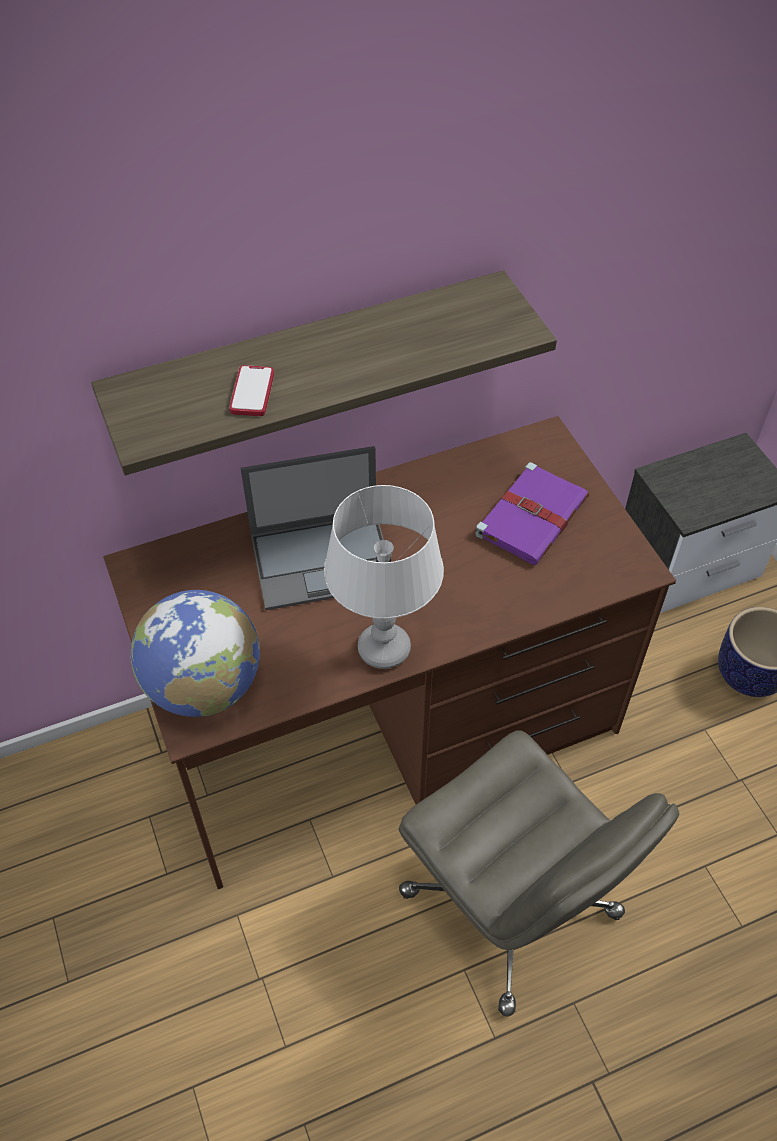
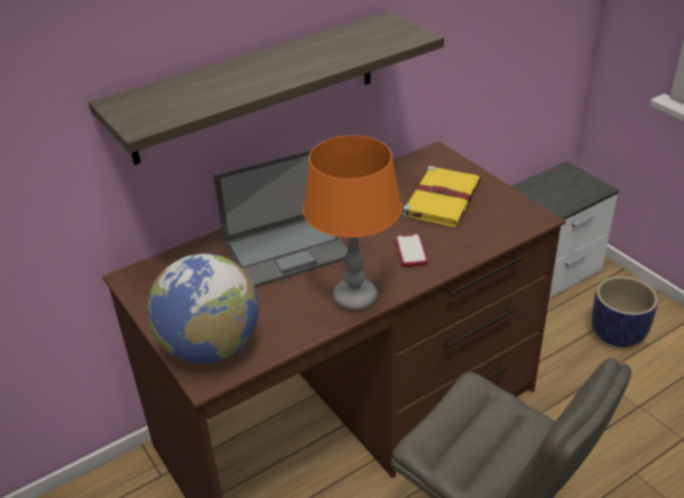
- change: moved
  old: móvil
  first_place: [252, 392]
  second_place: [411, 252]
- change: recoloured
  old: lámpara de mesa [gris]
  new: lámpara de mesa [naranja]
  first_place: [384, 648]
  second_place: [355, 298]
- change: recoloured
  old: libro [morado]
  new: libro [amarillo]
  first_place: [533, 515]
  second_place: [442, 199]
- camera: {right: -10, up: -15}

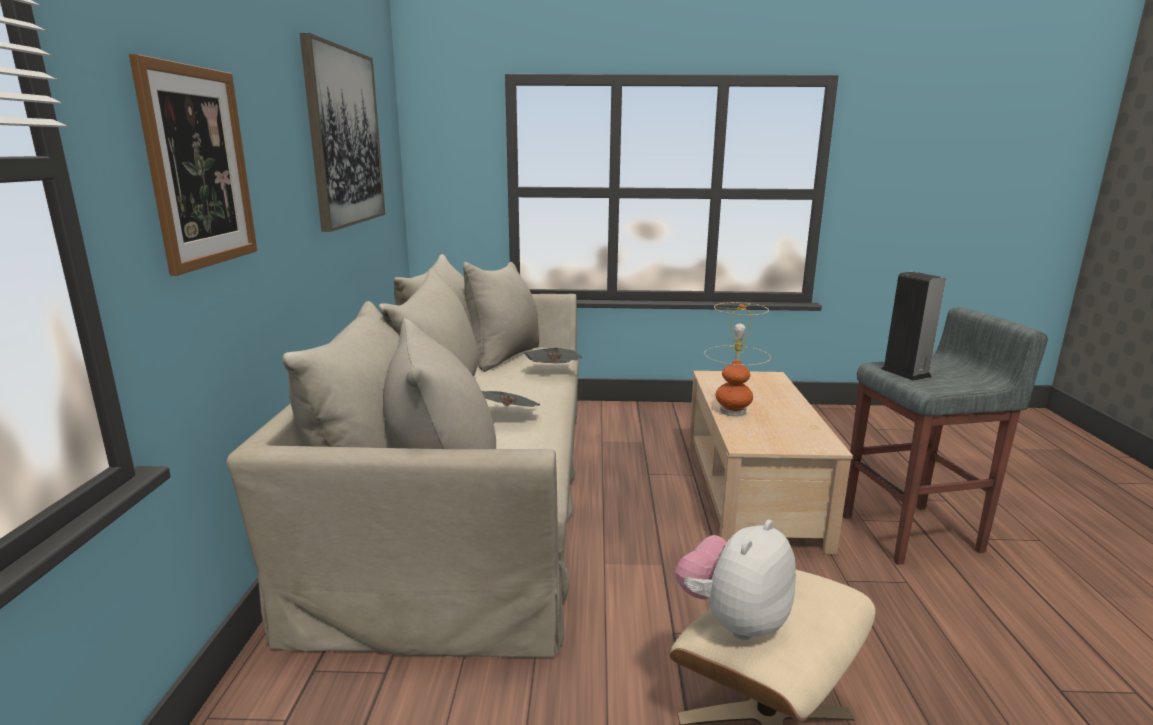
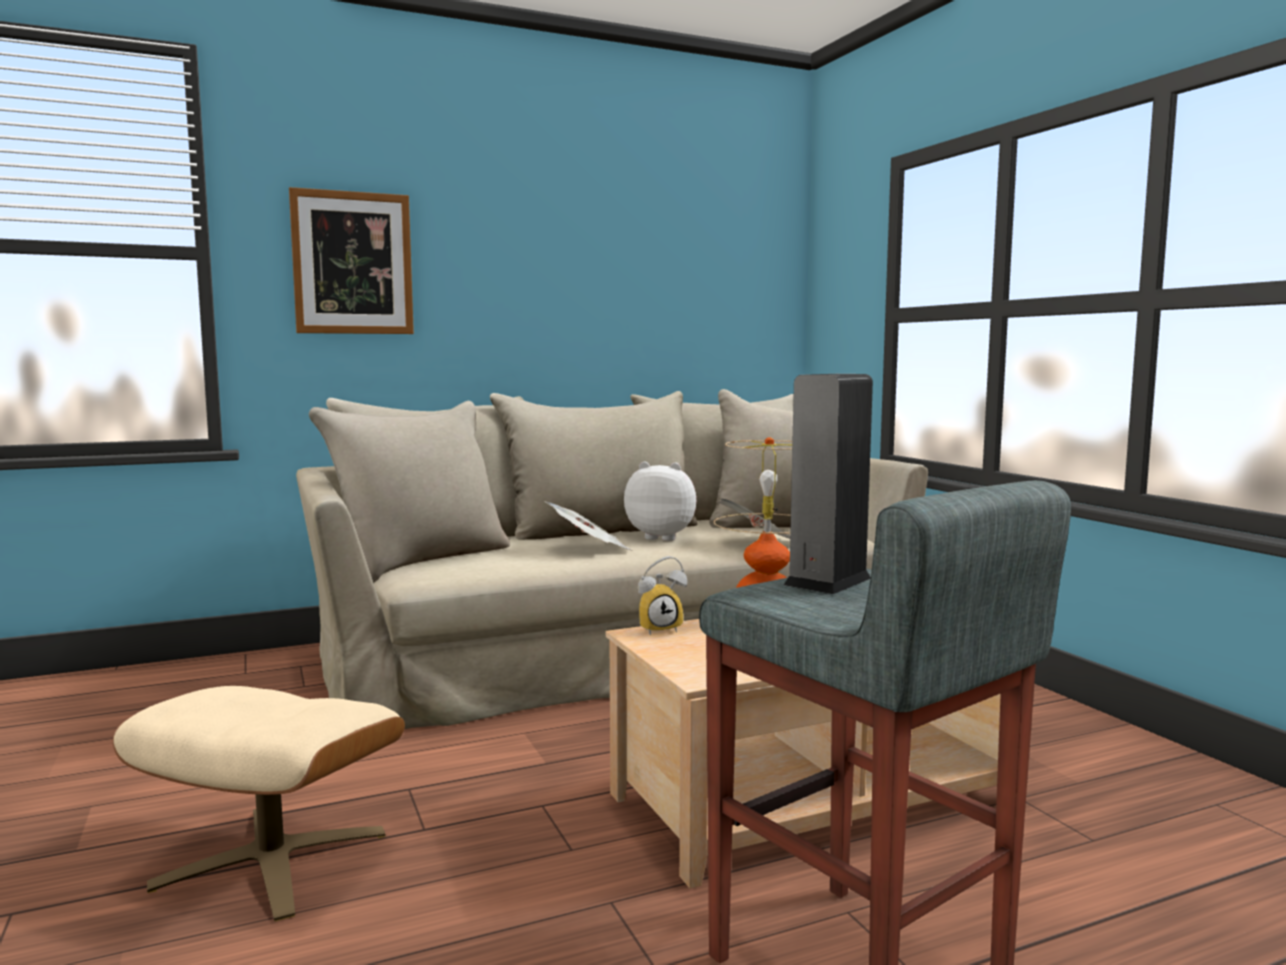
- change: removed
  old: cuadro
  first_place: [344, 138]
- change: moved
  old: peluche
  first_place: [733, 620]
  second_place: [662, 537]
- change: added
  new: despertador
  second_place: [659, 629]
- camera: {right: 65, up: -10}

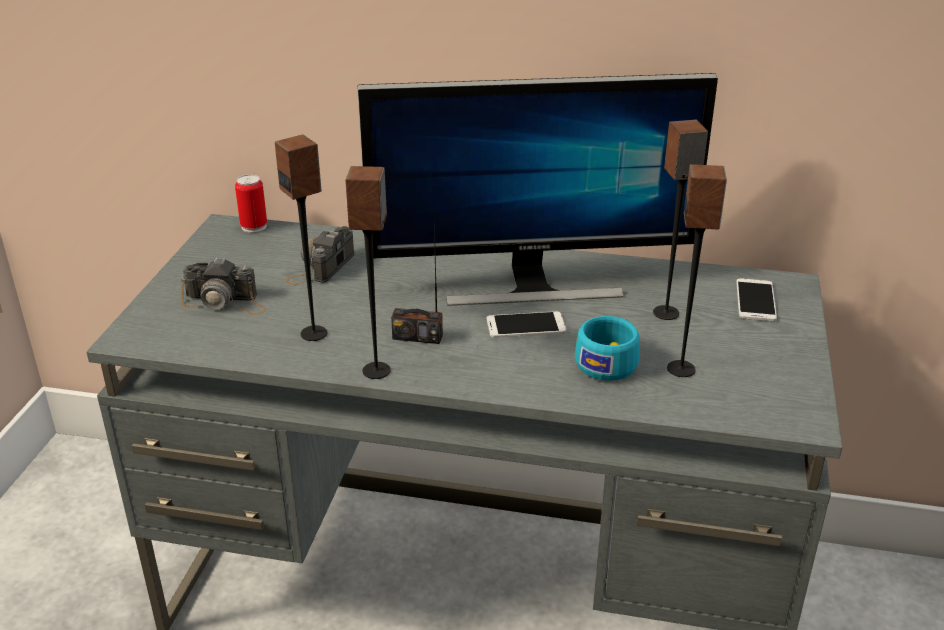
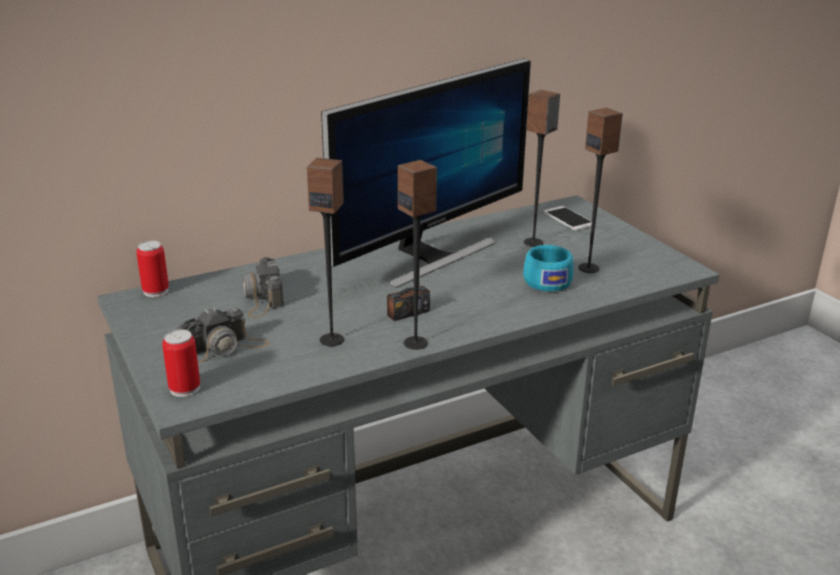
- change: removed
  old: móvil
  first_place: [526, 326]
- change: added
  new: lata
  second_place: [184, 388]
- camera: {right: -40, up: -5}

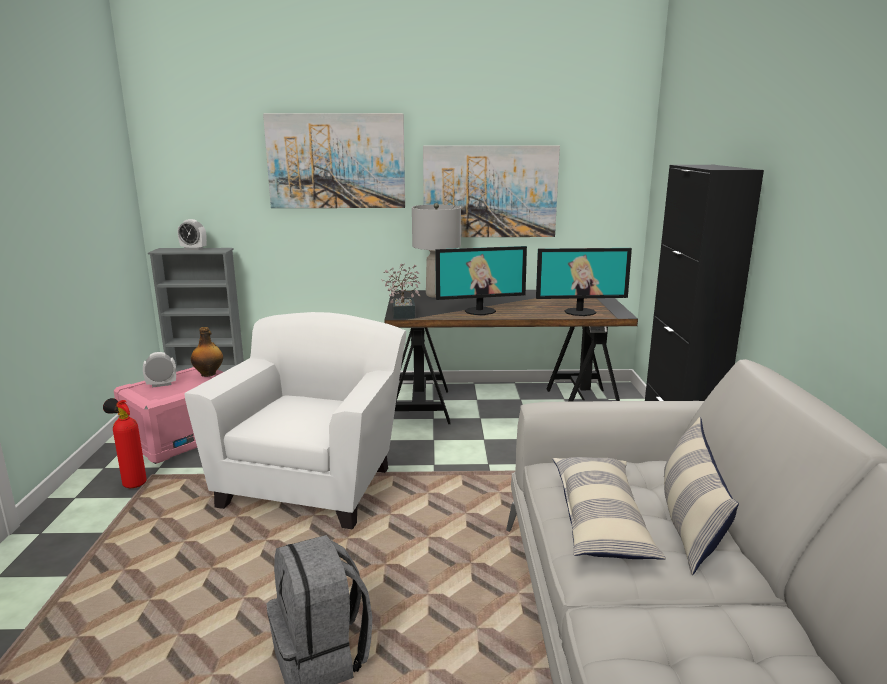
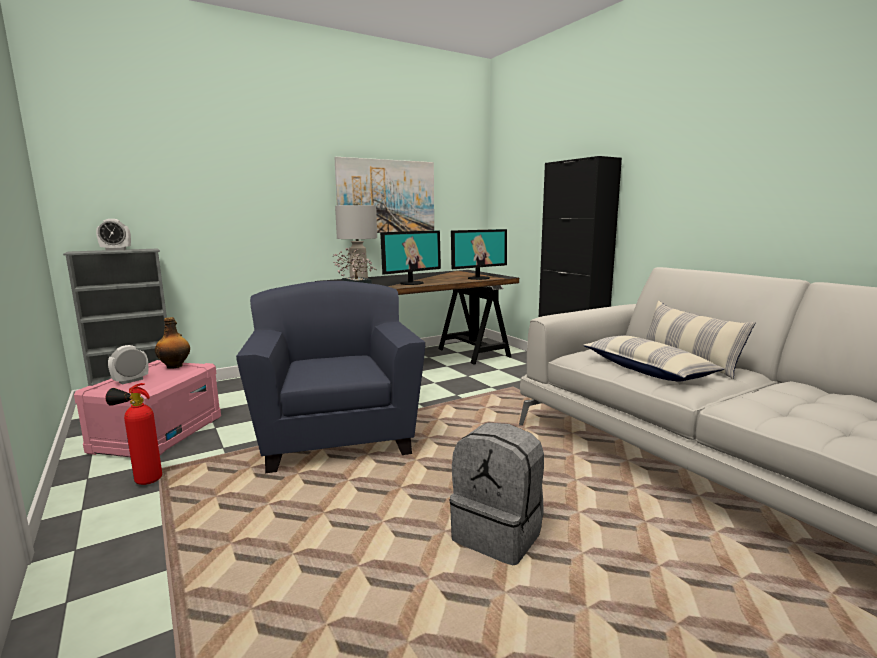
- change: recoloured
  old: sillón [blanco]
  new: sillón [azul]
  first_place: [313, 483]
  second_place: [336, 435]
- change: removed
  old: cuadro
  first_place: [336, 161]
- camera: {right: -30, up: -5}

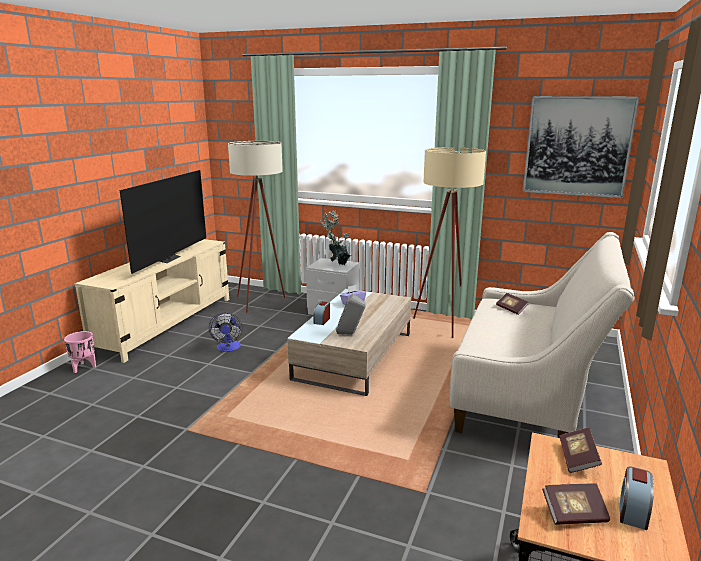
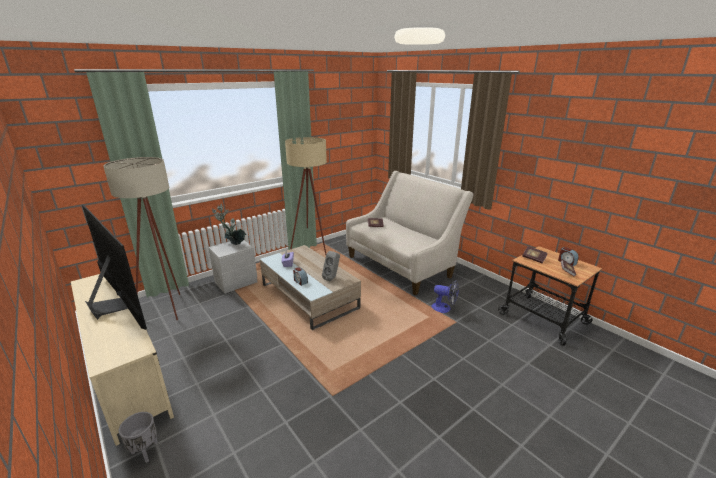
- change: recoloured
  old: maceta [rosa]
  new: maceta [gris]
  first_place: [84, 367]
  second_place: [145, 452]
- change: moved
  old: ventilador
  first_place: [228, 348]
  second_place: [444, 308]
- change: removed
  old: cuadro
  first_place: [577, 146]
- camera: {right: -60, up: 5}

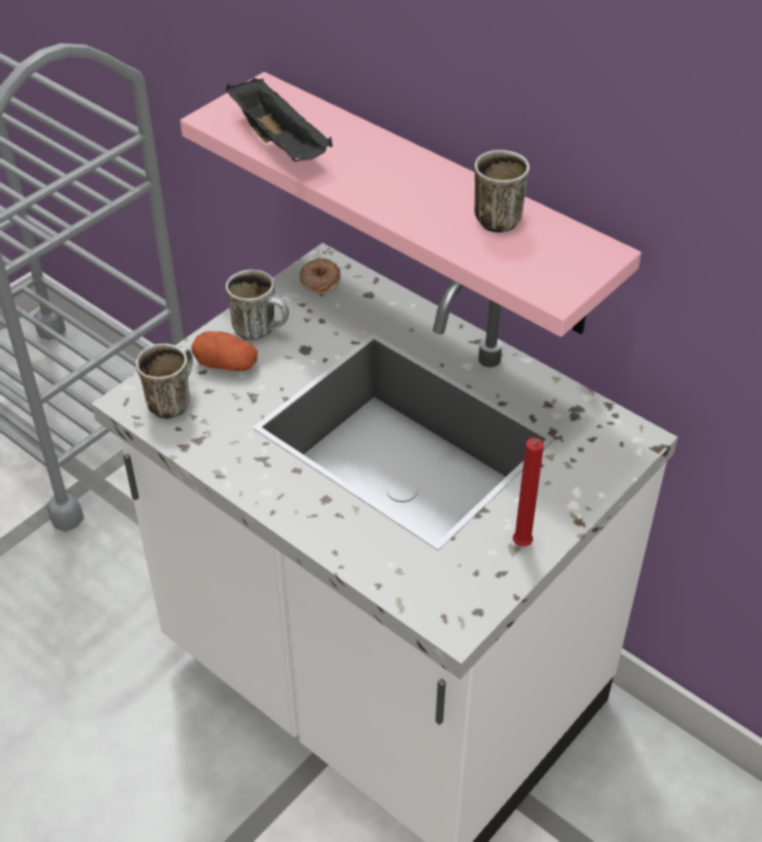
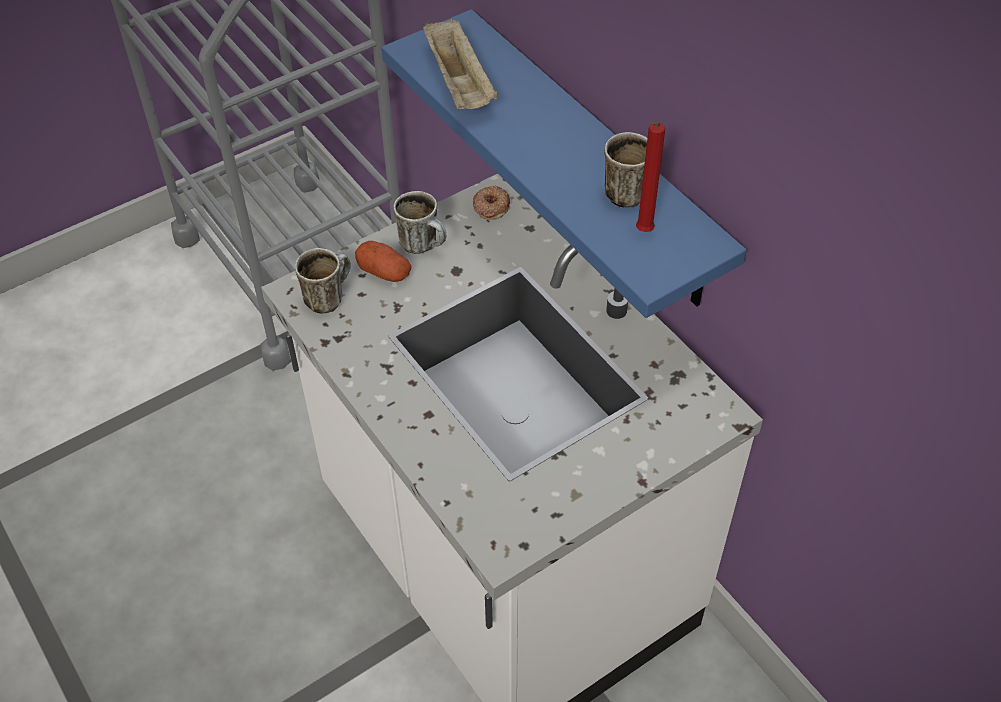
- change: recoloured
  old: estante [rosa]
  new: estante [azul]
  first_place: [435, 205]
  second_place: [593, 161]
- change: recoloured
  old: bandeja [negro]
  new: bandeja [beis]
  first_place: [280, 143]
  second_place: [460, 84]
- change: moved
  old: vela [rojo]
  first_place: [521, 546]
  second_place: [642, 233]
- camera: {right: 15, up: 5}

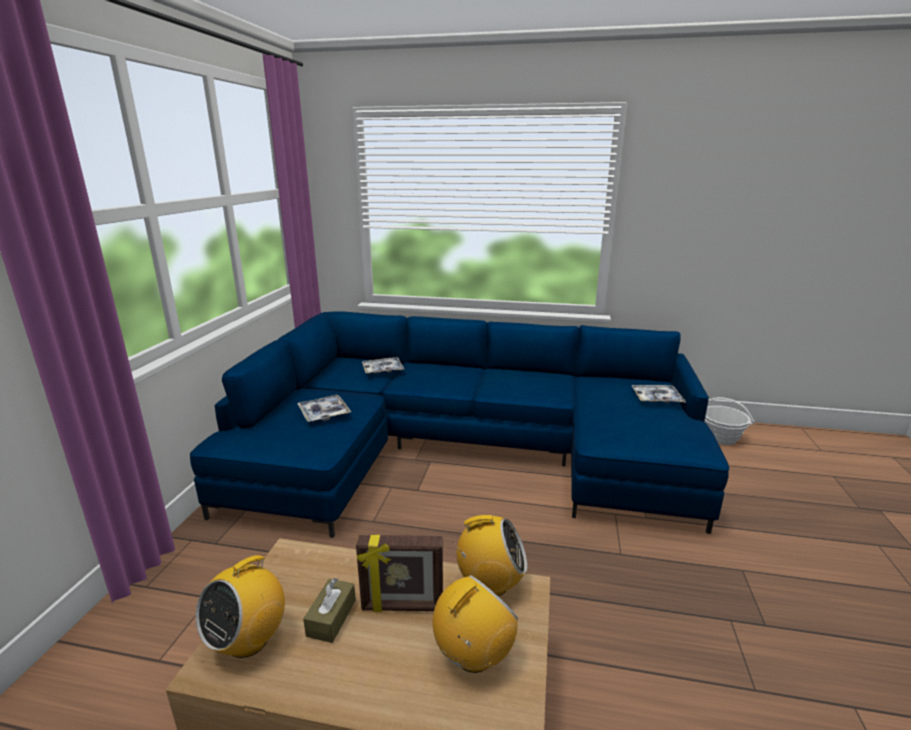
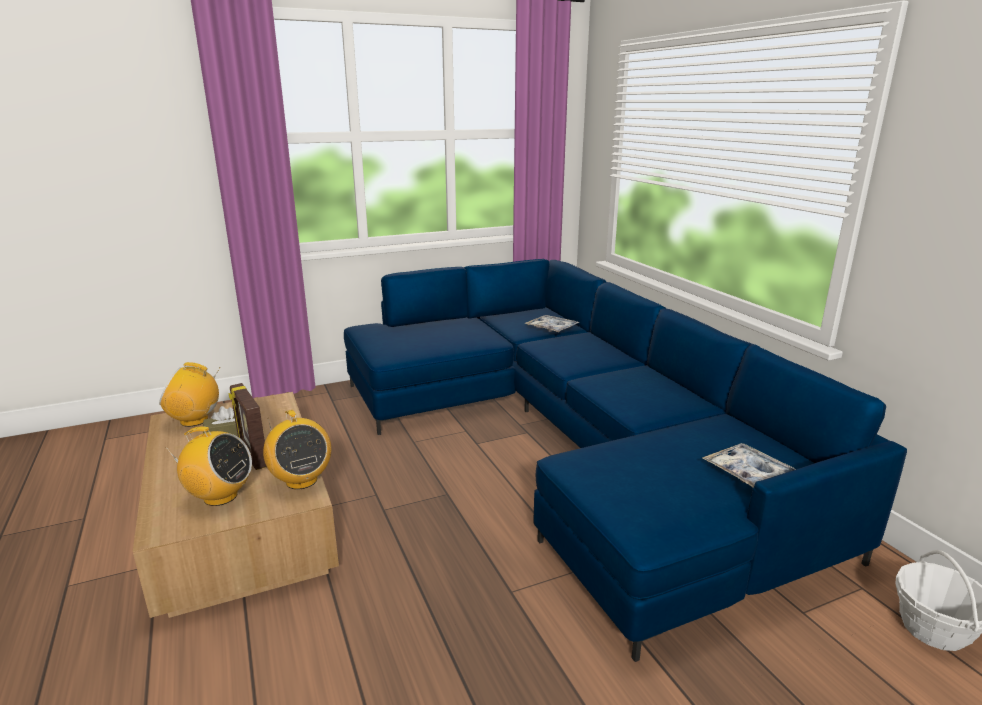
- change: removed
  old: bandeja
  first_place: [324, 413]
- camera: {right: 55, up: 0}

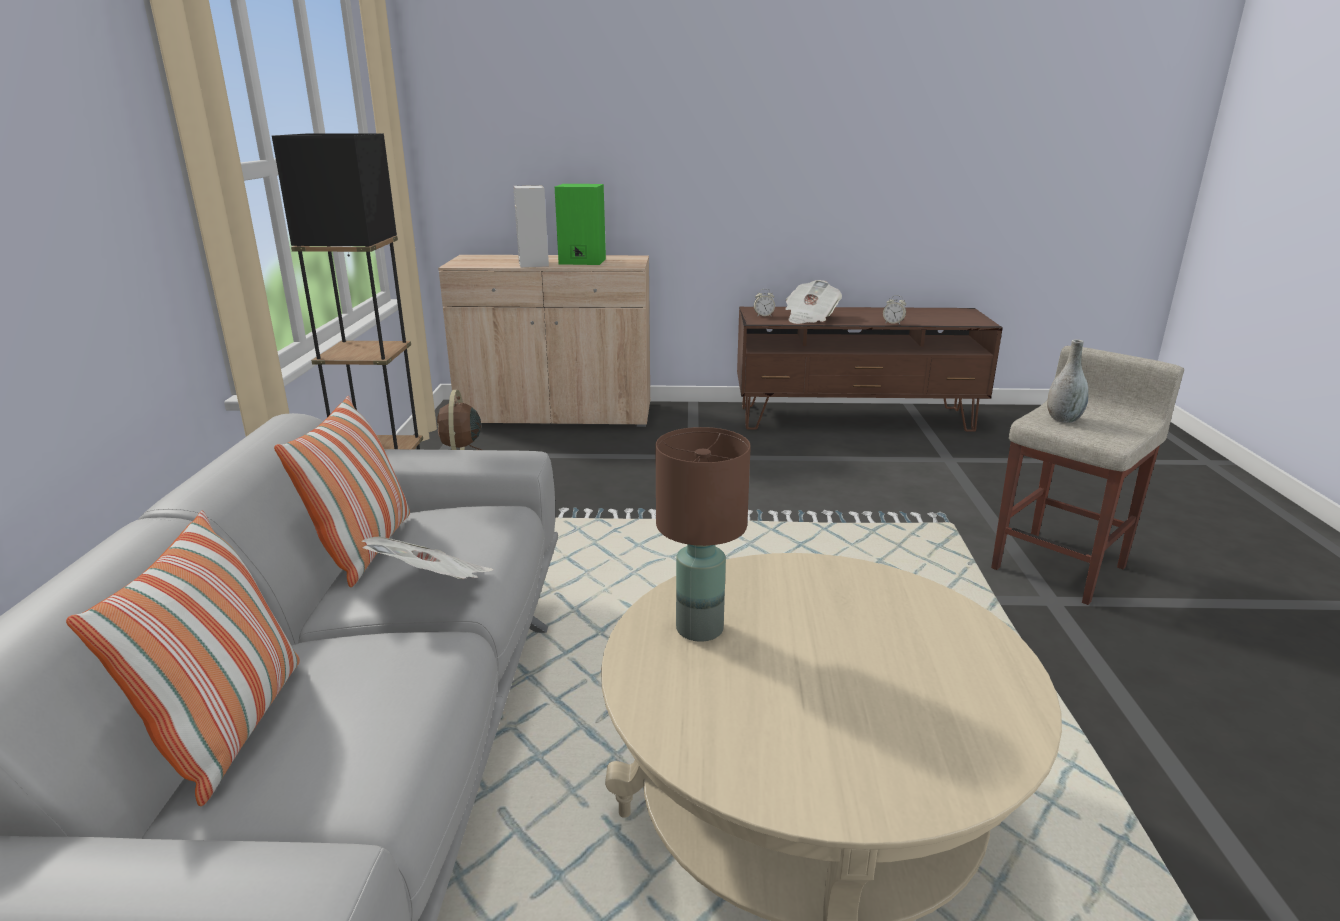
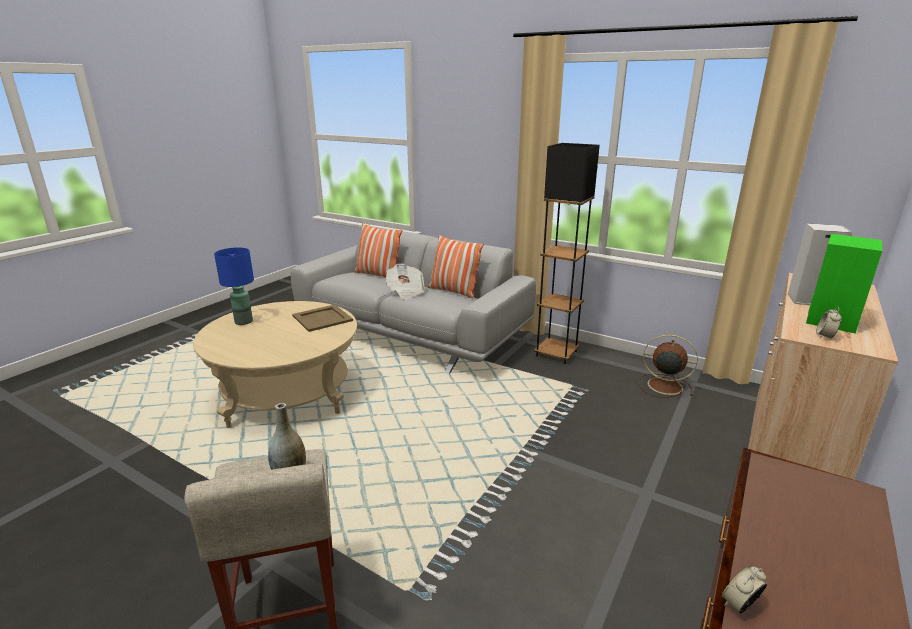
- change: replaced
  old: lámpara de mesa [marrón]
  new: bandeja [beis]
  first_place: [700, 629]
  second_place: [322, 318]
- change: moved
  old: despertador
  first_place: [763, 316]
  second_place: [825, 336]
- change: removed
  old: periódico
  first_place: [809, 318]
- change: added
  new: lámpara de mesa [azul]
  second_place: [243, 322]
- camera: {right: 120, up: 0}

